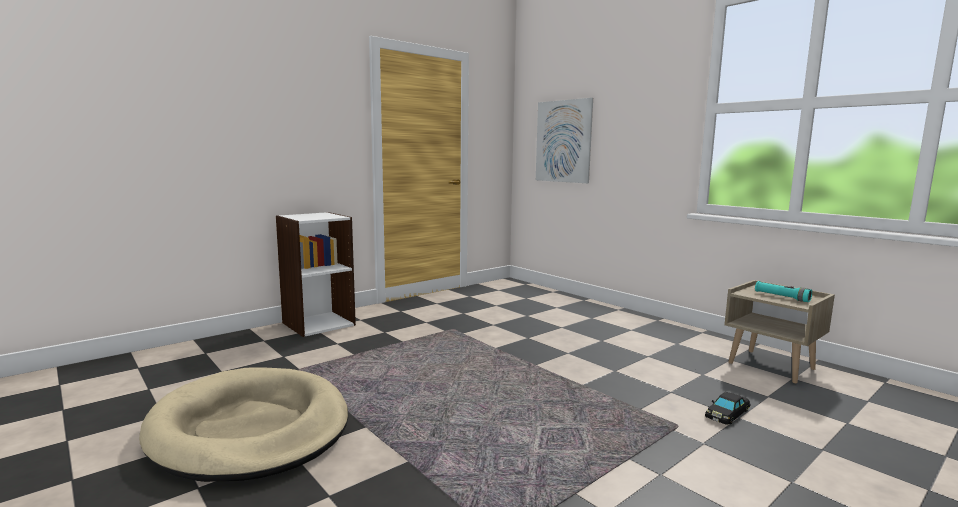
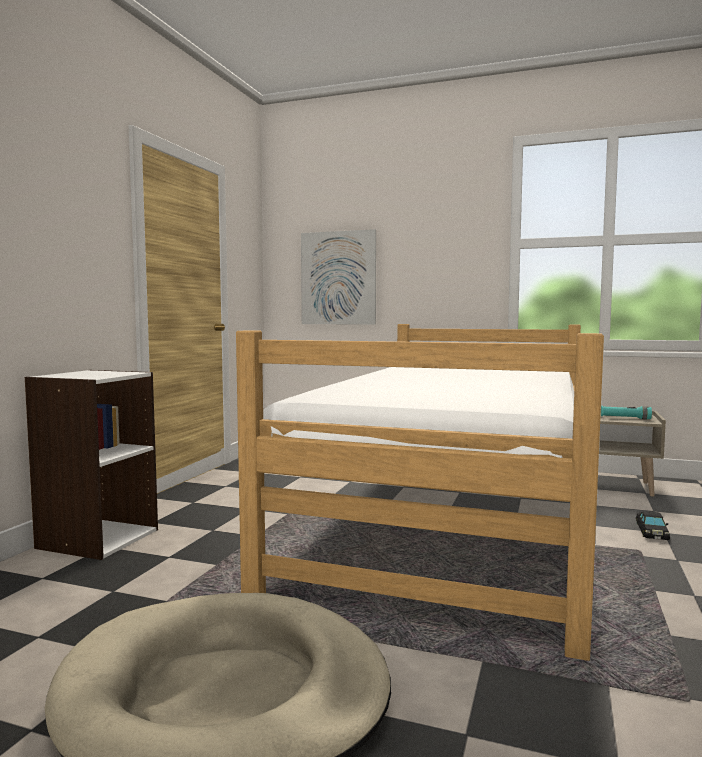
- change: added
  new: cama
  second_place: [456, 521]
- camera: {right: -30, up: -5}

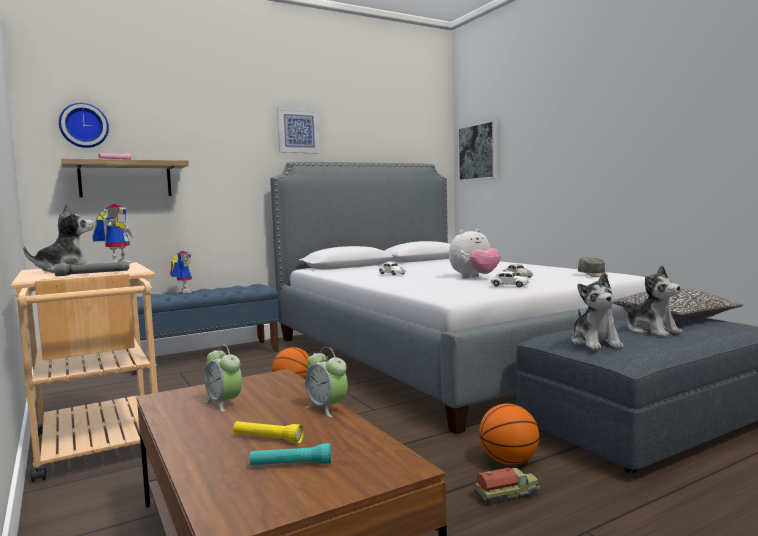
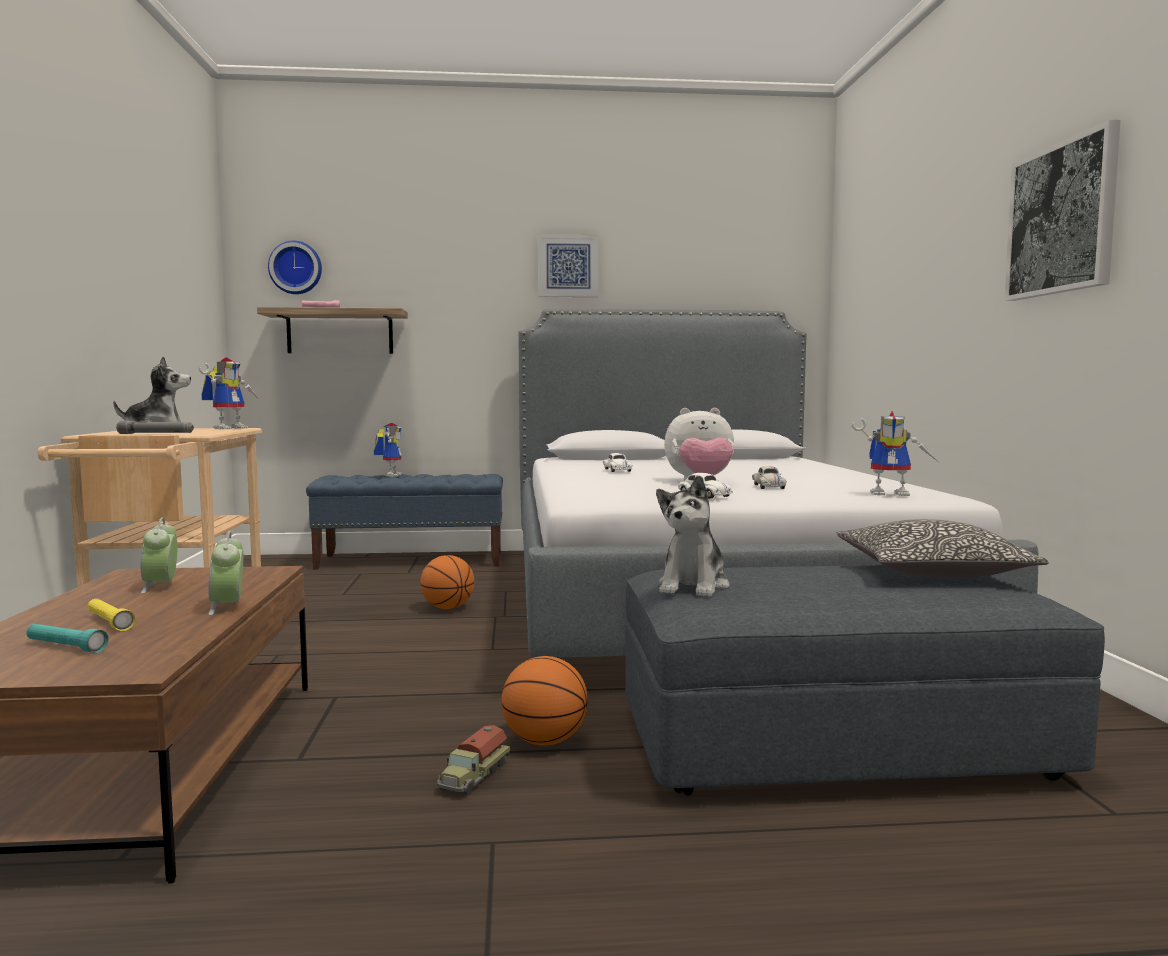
- change: moved
  old: cuadro
  first_place: [478, 152]
  second_place: [1062, 219]
- change: turned
  old: camión de juguete
  first_place: [507, 495]
  second_place: [473, 777]
  degrees: 105
- change: replaced
  old: gorra [gris]
  new: robot de juguete
  first_place: [593, 275]
  second_place: [892, 494]
- change: removed
  old: peluche
  first_place: [651, 331]
- camera: {right: 25, up: 0}

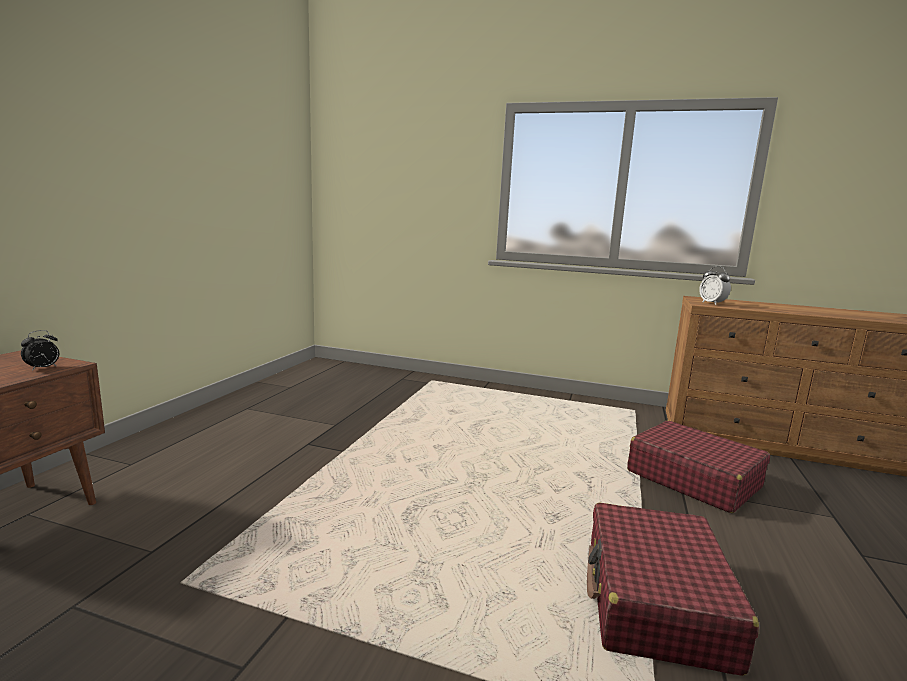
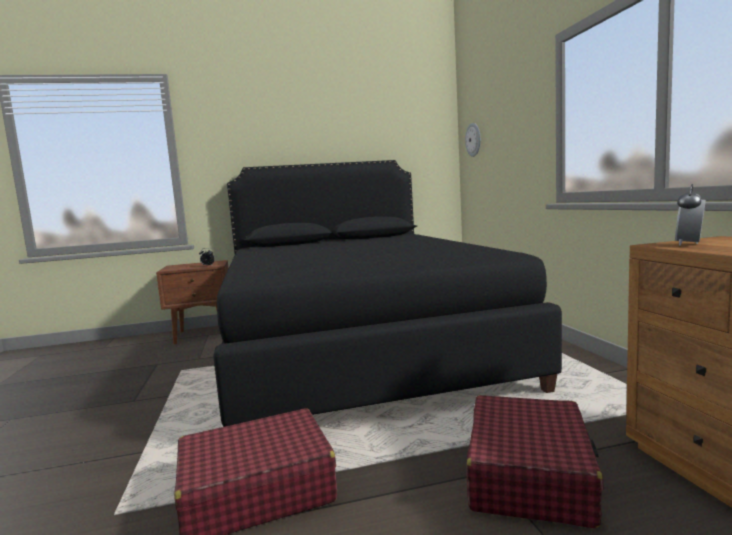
- change: added
  new: cama [negro]
  second_place: [357, 349]
- change: added
  new: reloj de pared
  second_place: [473, 139]
- camera: {right: 60, up: -5}

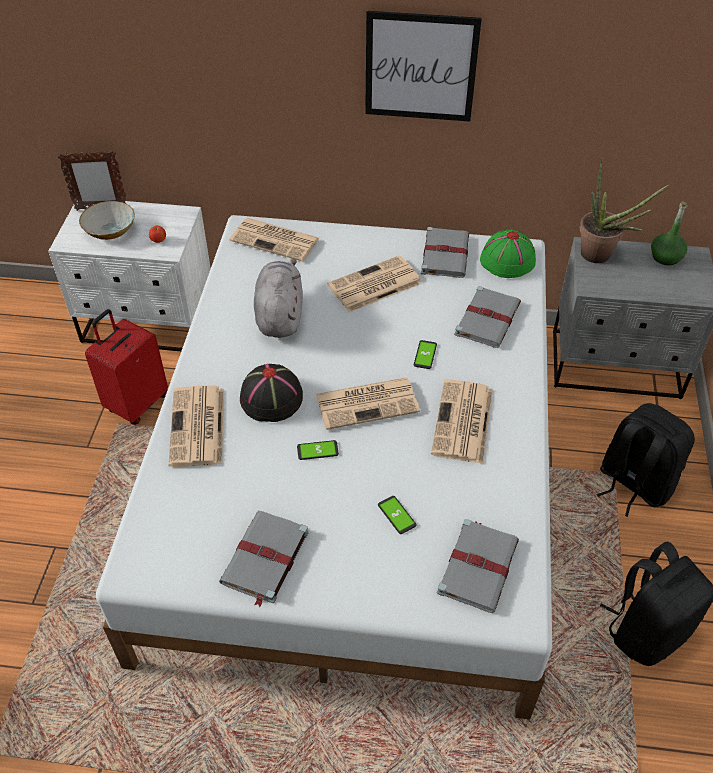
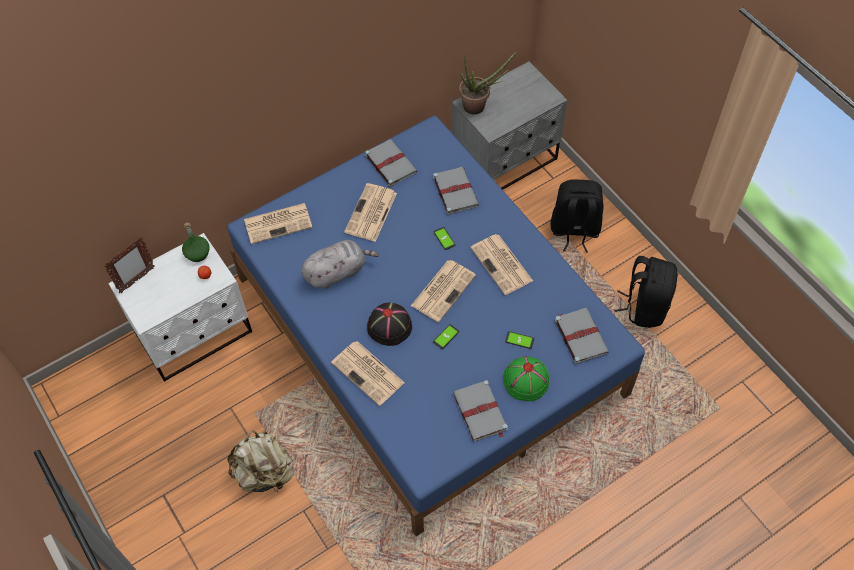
- change: removed
  old: cuenco
  first_place: [110, 231]
- change: removed
  old: maleta [rojo]
  first_place: [137, 403]
- change: recoloured
  old: cama [blanco]
  new: cama [azul]
  first_place: [357, 473]
  second_place: [428, 334]
- change: turned
  old: peluche [gris]
  first_place: [279, 315]
  second_place: [337, 272]
  degrees: 105
- change: removed
  old: cuadro
  first_place: [420, 67]
- change: moved
  old: sombrero [verde]
  first_place: [507, 261]
  second_place: [526, 381]
- change: moved
  old: botella [verde]
  first_place: [665, 257]
  second_place: [197, 253]
- change: added
  new: mochila [beis]
  second_place: [264, 473]
- camera: {right: -40, up: 10}

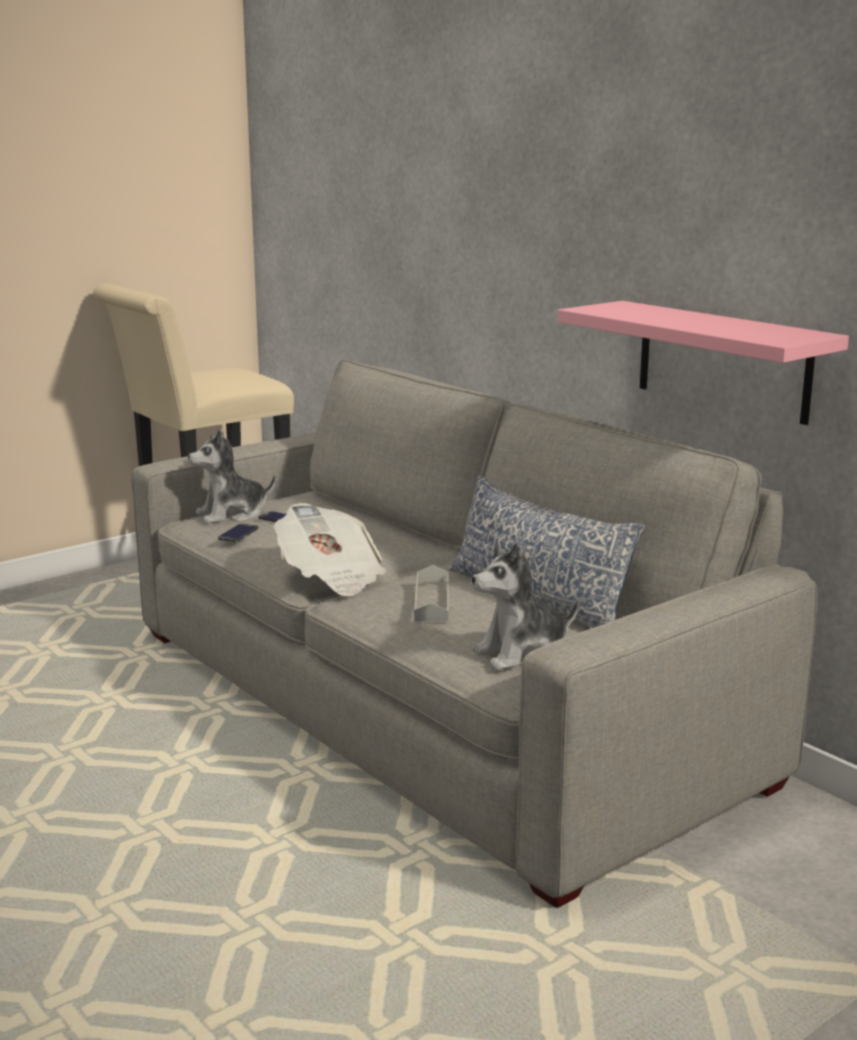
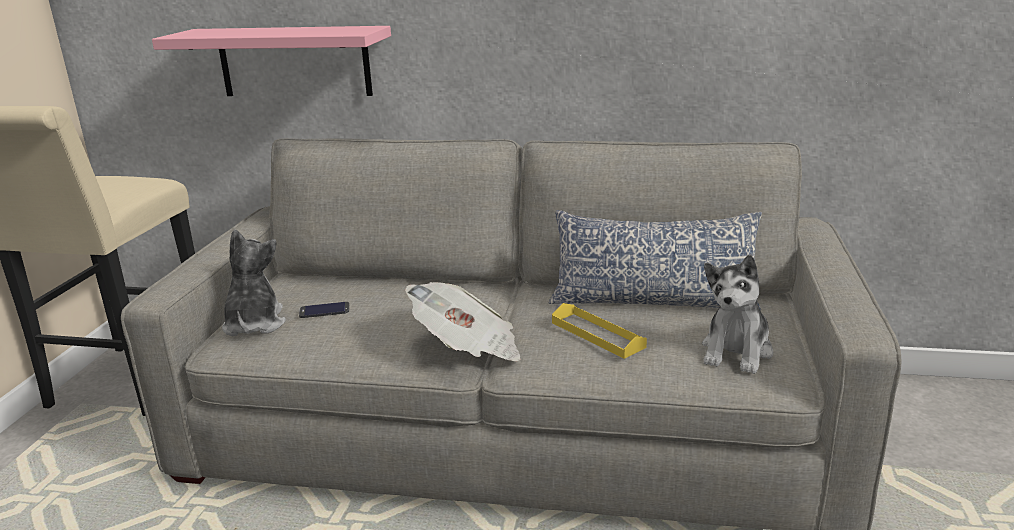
- change: turned
  old: peluche
  first_place: [232, 515]
  second_place: [254, 324]
  degrees: 150
- change: removed
  old: móvil
  first_place: [238, 533]
- change: recoloured
  old: bandeja [gris]
  new: bandeja [amarillo]
  first_place: [432, 600]
  second_place: [597, 334]
- change: moved
  old: estante [rosa]
  first_place: [723, 361]
  second_place: [294, 62]
- camera: {right: -40, up: 5}

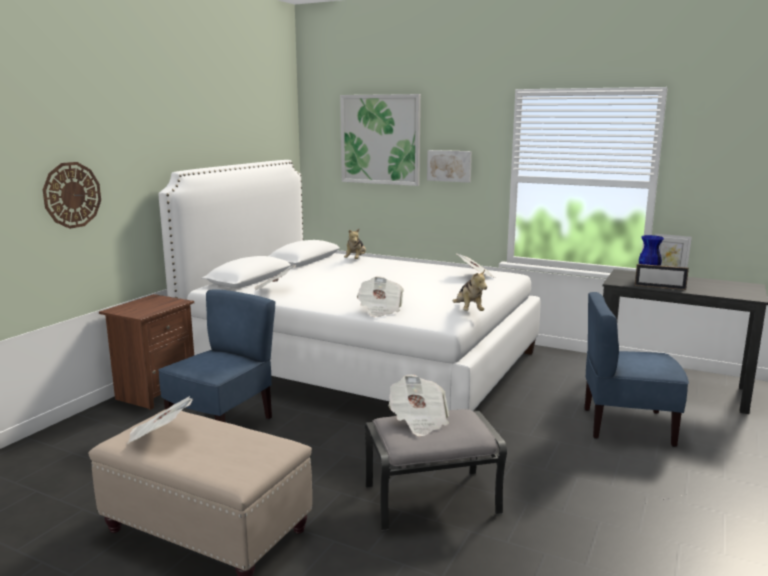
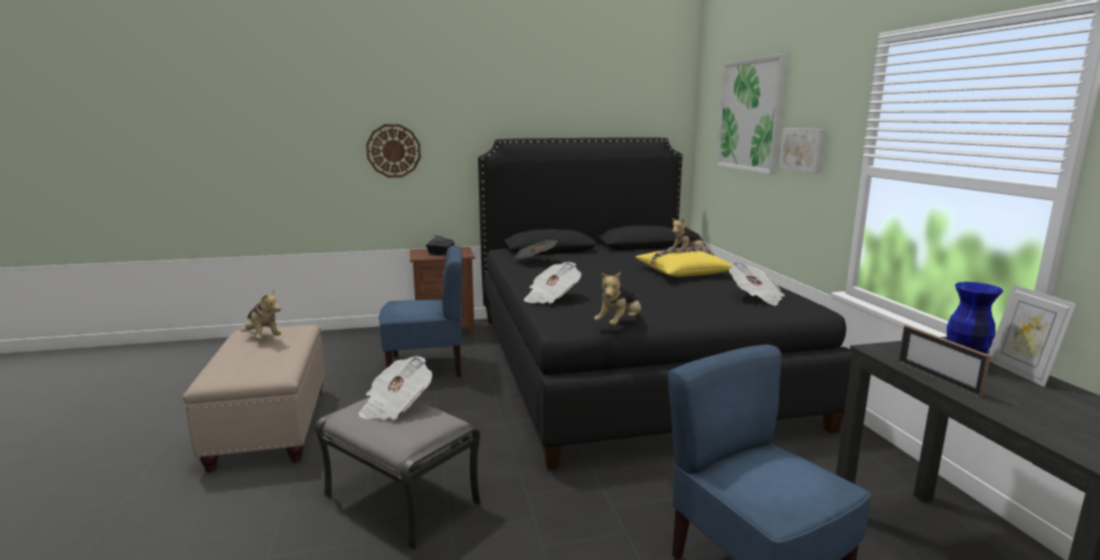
- change: replaced
  old: periódico
  new: peluche
  first_place: [159, 436]
  second_place: [262, 338]
- change: recoloured
  old: cama [blanco]
  new: cama [negro]
  first_place: [361, 362]
  second_place: [624, 364]
- change: added
  new: caja de pañuelos [negro]
  second_place: [440, 254]
- change: added
  new: cojín [amarillo]
  second_place: [682, 271]
- camera: {right: 50, up: 0}

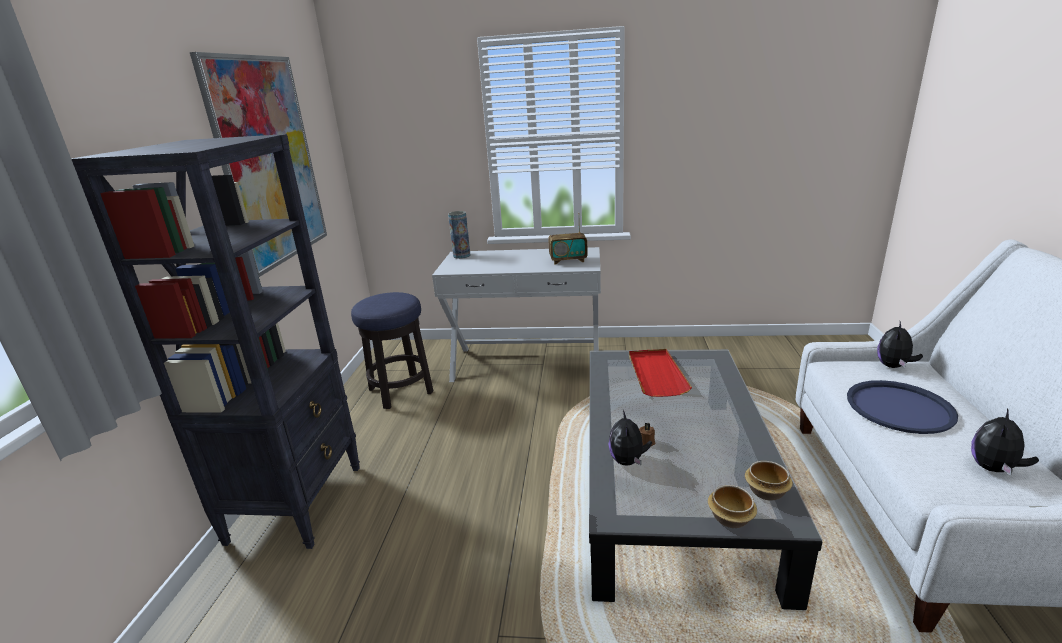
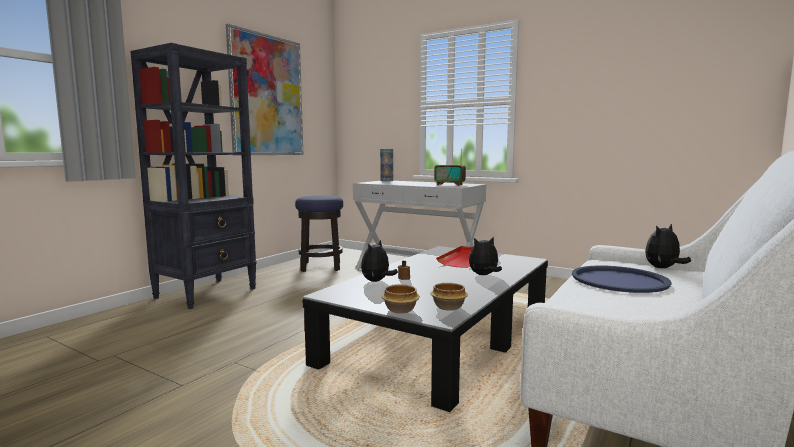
- change: moved
  old: peluche
  first_place: [994, 468]
  second_place: [484, 275]
- camera: {right: 25, up: -15}

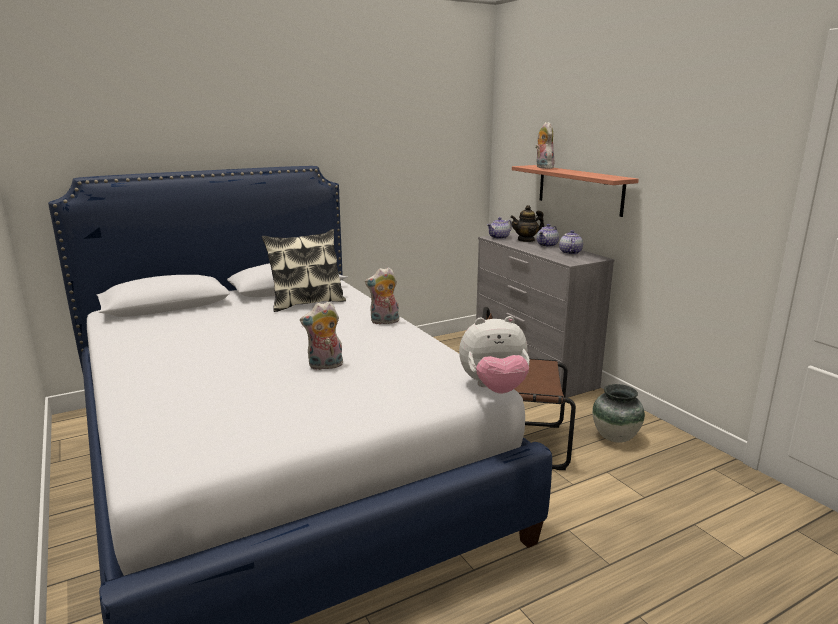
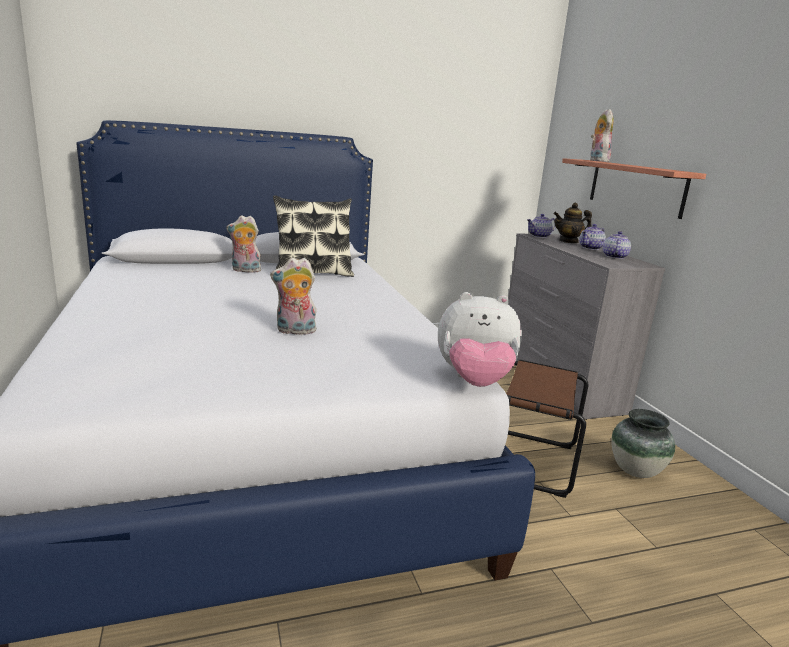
- change: moved
  old: peluche
  first_place: [384, 322]
  second_place: [245, 270]
- camera: {right: 10, up: 0}

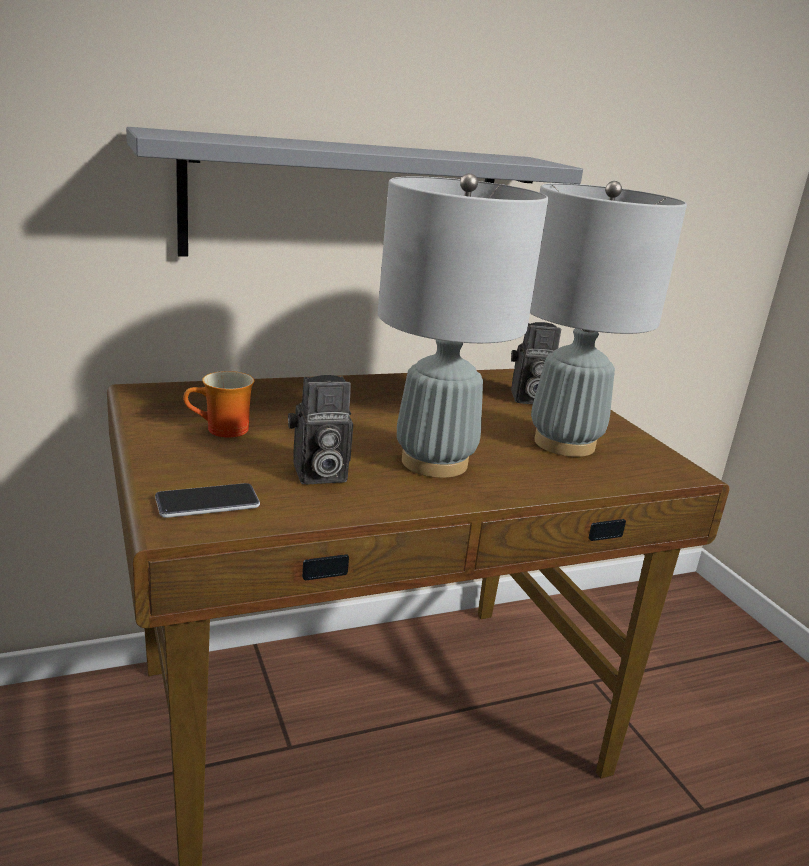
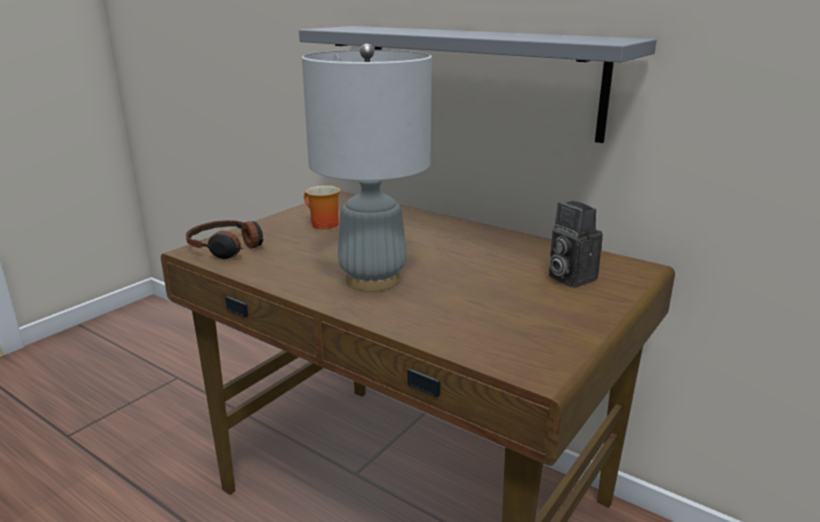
- change: replaced
  old: móvil
  new: auriculares
  first_place: [207, 502]
  second_place: [227, 248]
- change: removed
  old: cámara
  first_place: [317, 475]
- change: removed
  old: lámpara de mesa [gris]
  first_place: [564, 443]
- camera: {right: 60, up: 0}

